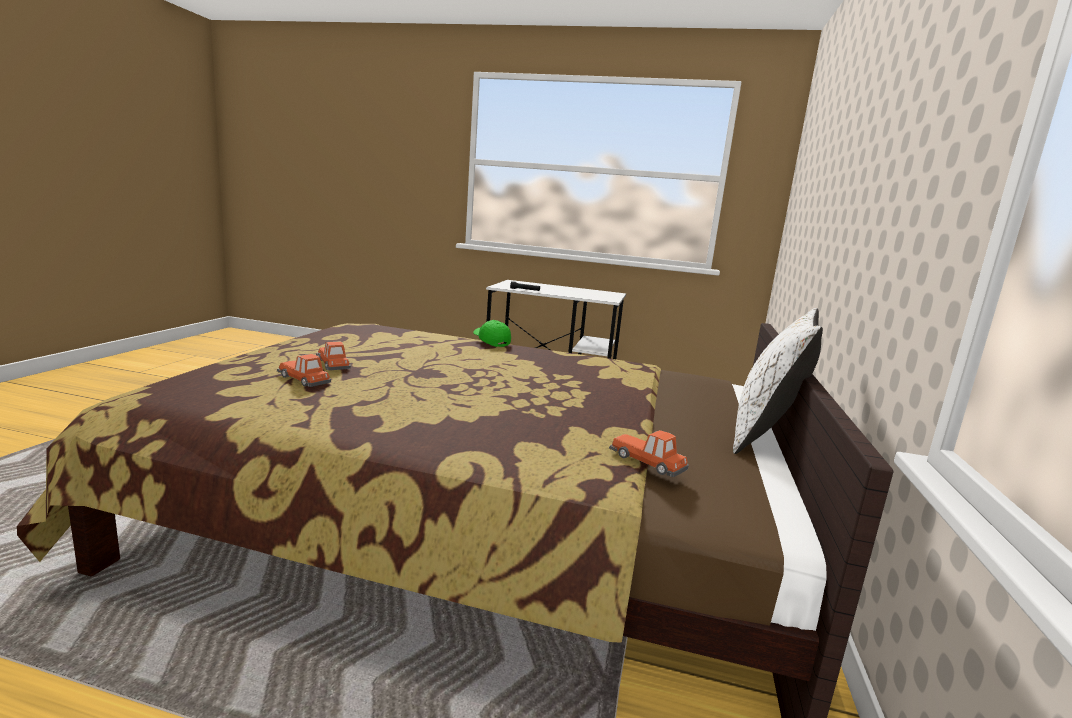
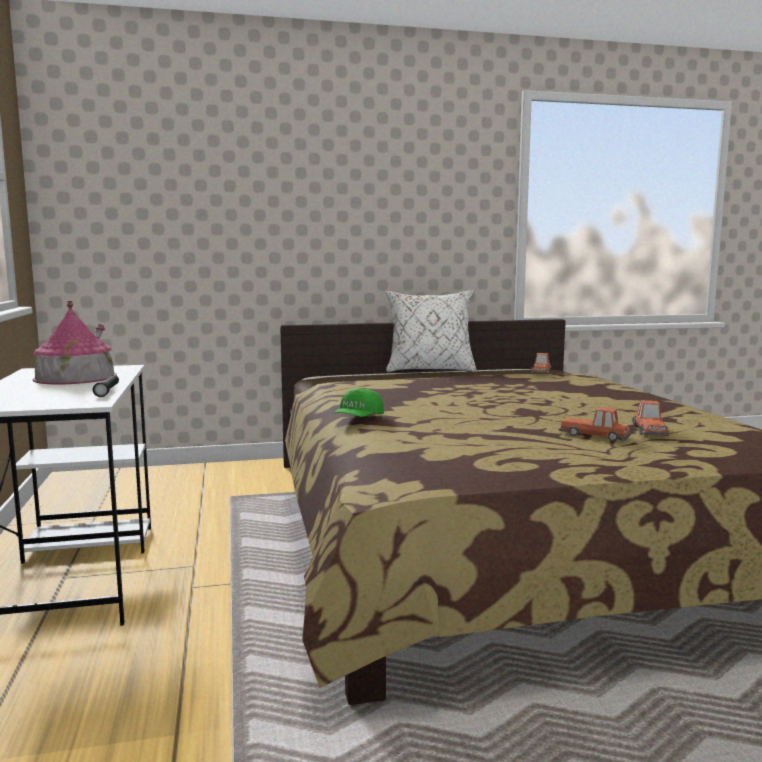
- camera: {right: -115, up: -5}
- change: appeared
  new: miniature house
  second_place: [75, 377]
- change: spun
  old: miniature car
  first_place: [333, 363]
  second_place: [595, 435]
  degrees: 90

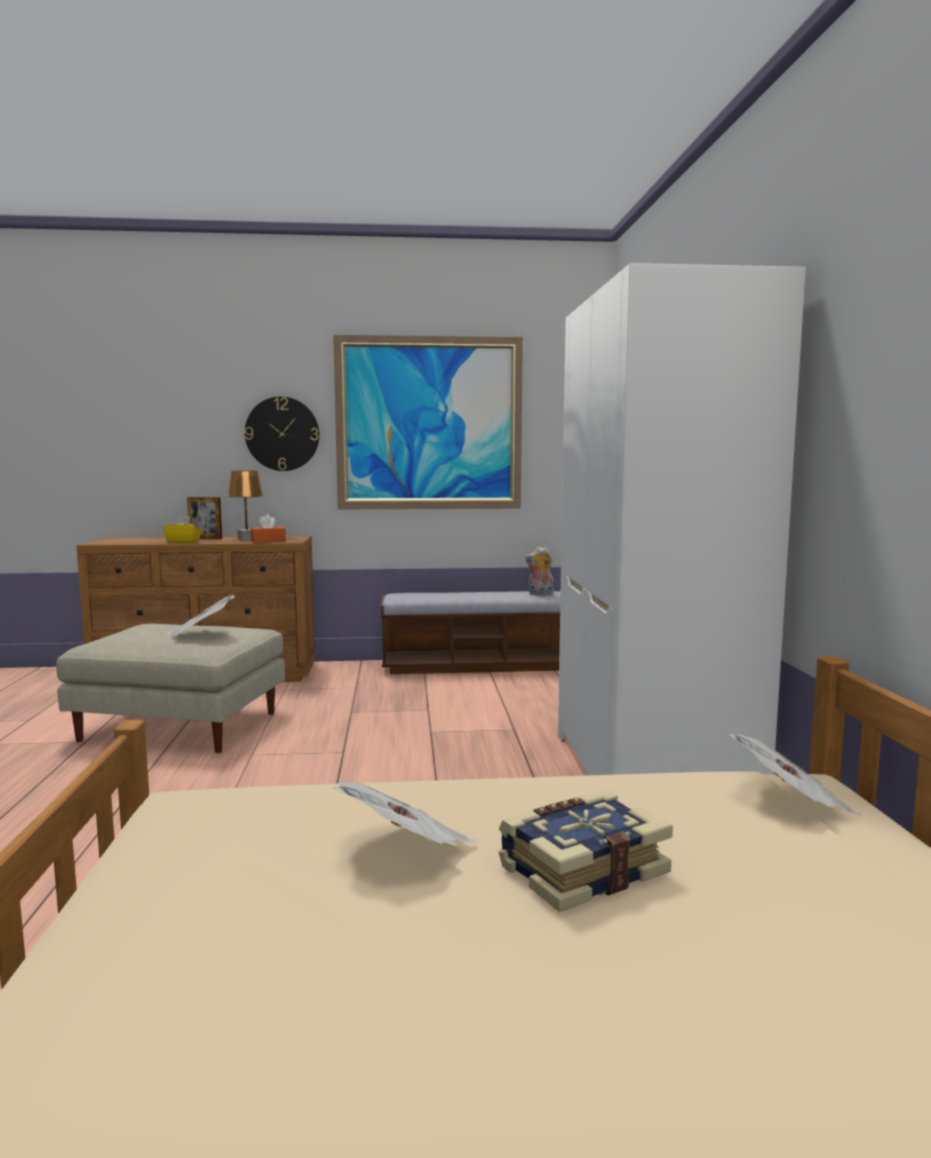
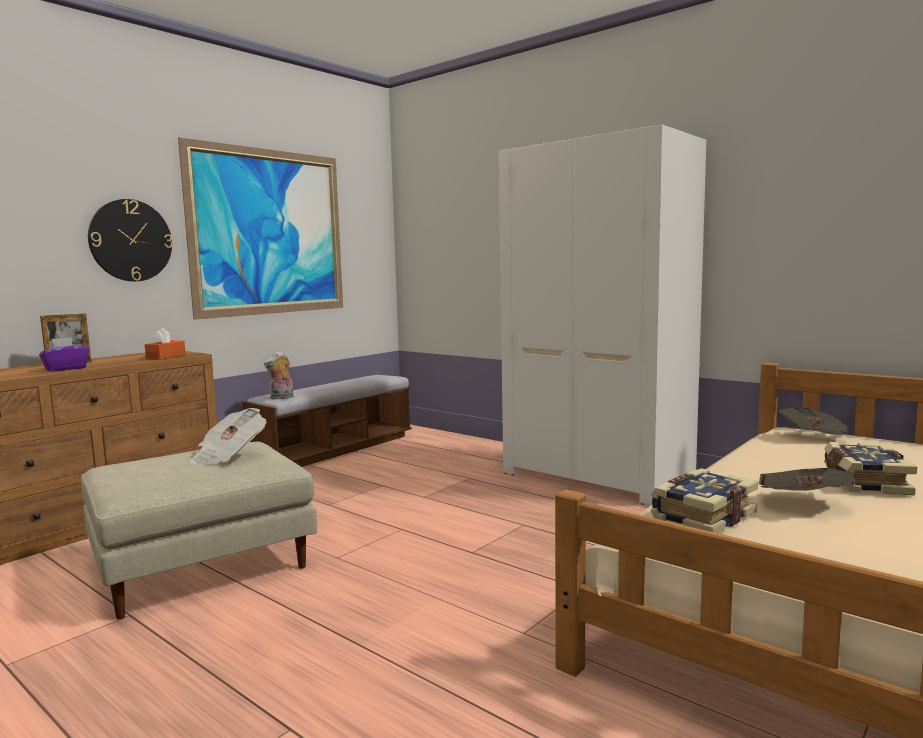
- camera: {right: -45, up: 0}
- change: colour
  old: yellow box of tissues
  new: purple-coloured box of tissues
  first_place: [183, 541]
  second_place: [65, 369]
- change: relocated
  old: plush toy
  first_place: [540, 594]
  second_place: [281, 398]
- change: appeared
  new: bound book
  second_place: [701, 516]
- change: missing
  old: brownish table lamp
  first_place: [246, 538]

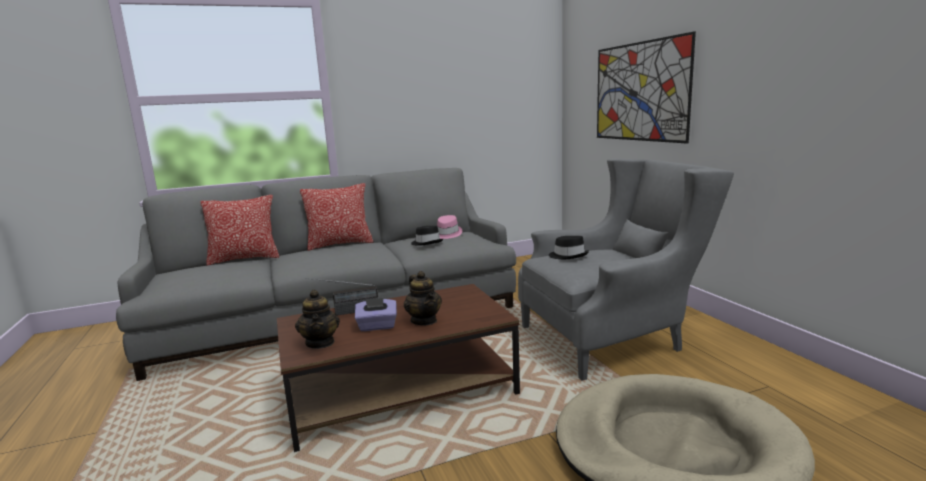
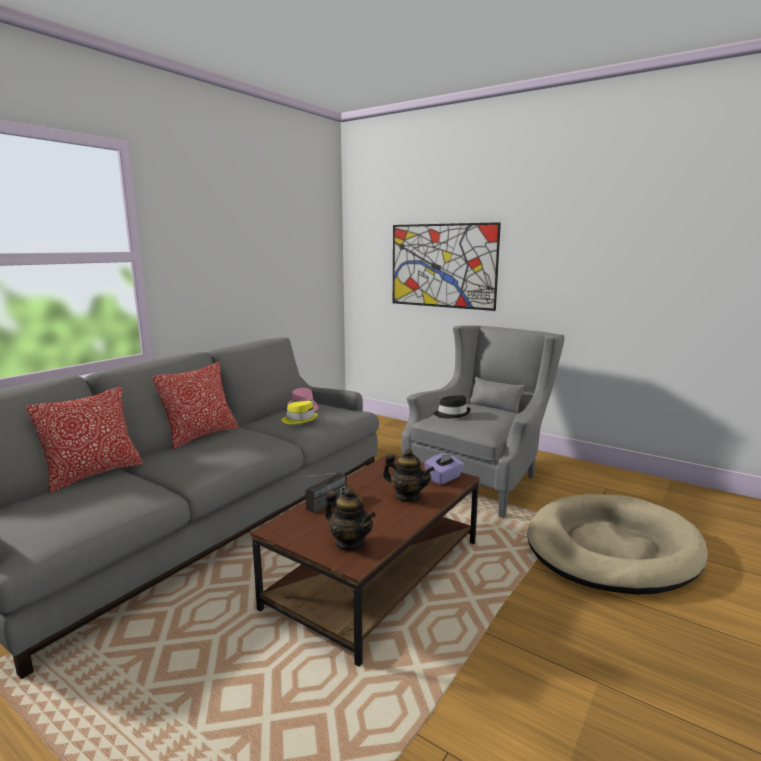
- camera: {right: -35, up: 0}
- change: colour
  old: black-coloured clothing hat
  new: yellow clothing hat
  first_place: [427, 243]
  second_place: [300, 420]
- change: relocated
  old: purple-coloured box of tissues
  first_place: [377, 326]
  second_place: [444, 478]

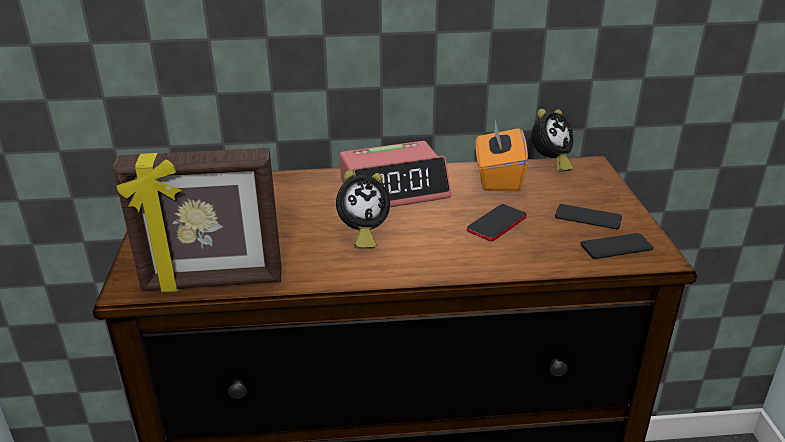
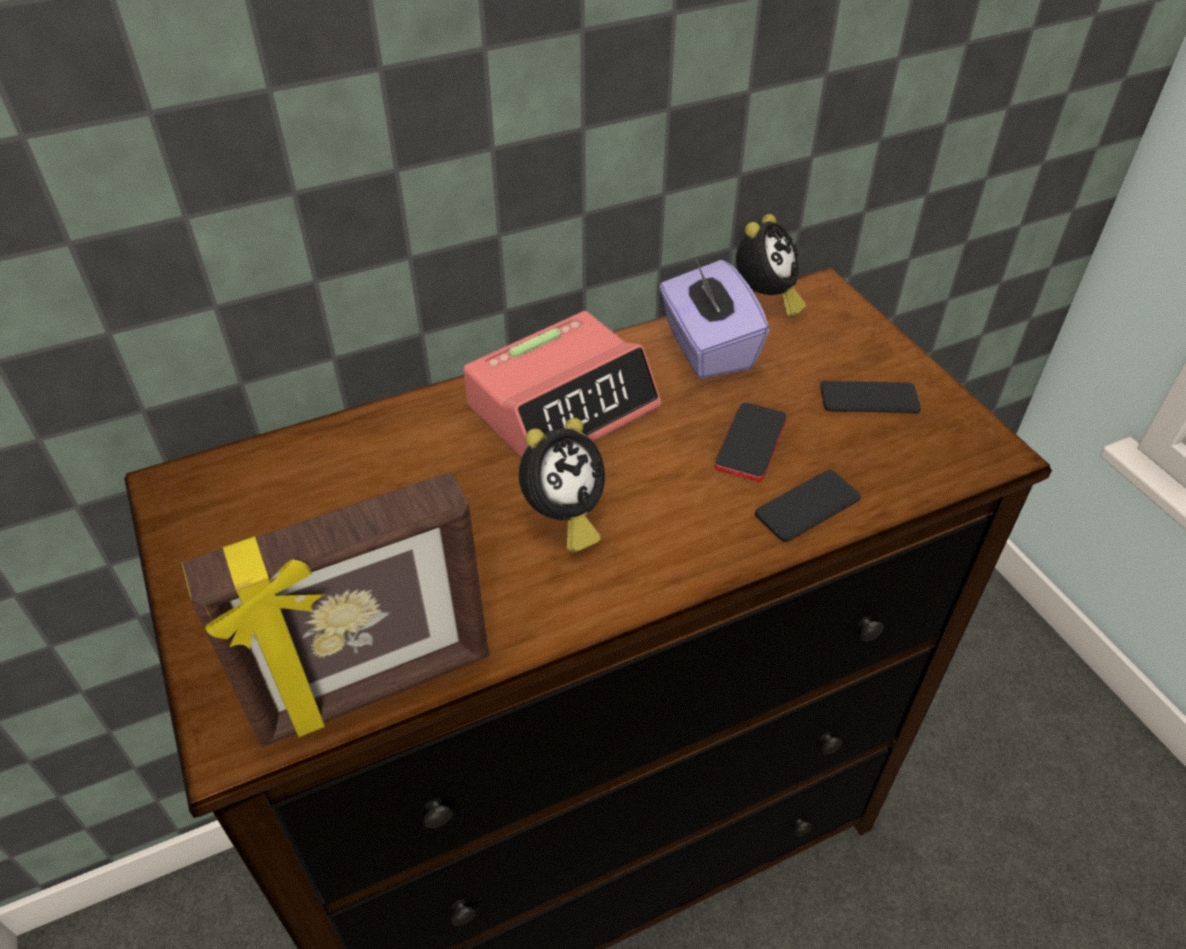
- camera: {right: -20, up: 15}
- change: colour
  old: orange box of tissues
  new: purple-coloured box of tissues
  first_place: [498, 178]
  second_place: [707, 347]
- change: relocated
  old: telephone
  first_place: [616, 247]
  second_place: [807, 506]

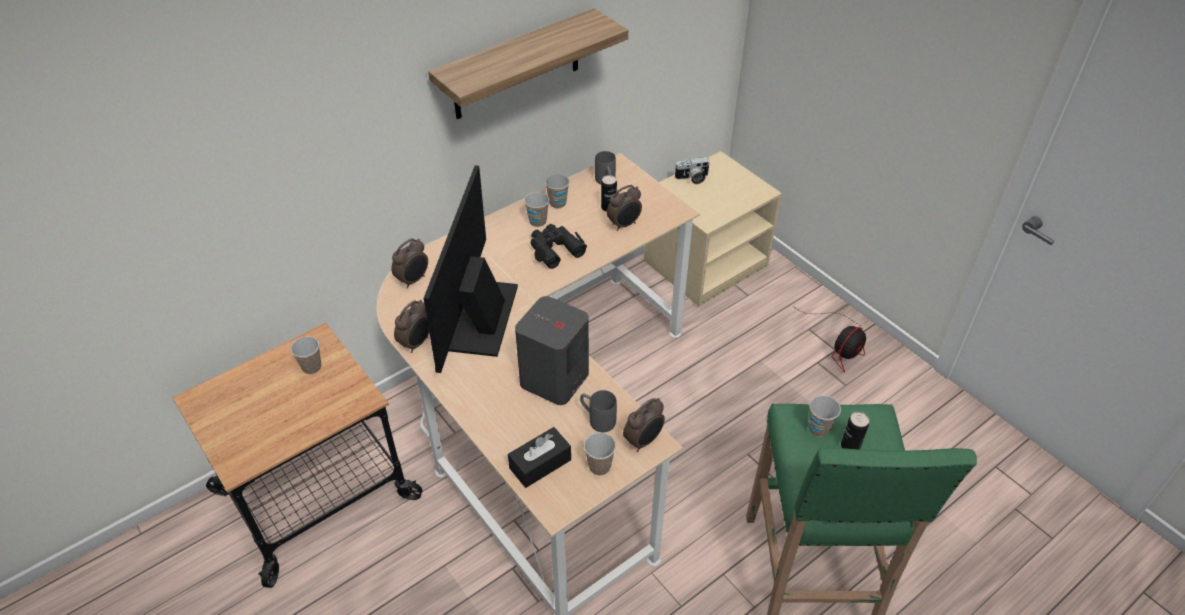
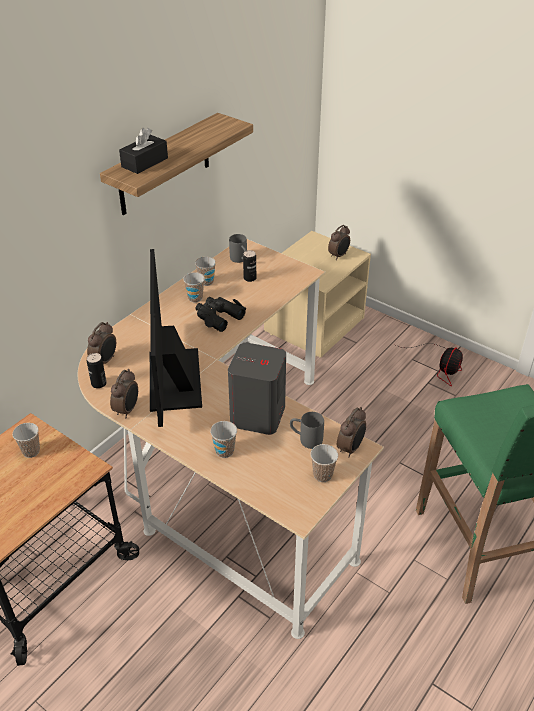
- camera: {right: -15, up: -5}
- change: relocated
  old: sealed can
  first_place: [850, 446]
  second_place: [99, 383]
- change: relocated
  old: black-coloured box of tissues
  first_place: [540, 464]
  second_place: [145, 162]
- change: relocated
  old: drinking cup
  first_place: [818, 428]
  second_place: [224, 451]
- change: relocated
  old: alarm clock
  first_place: [624, 225]
  second_place: [339, 256]
- change: missing
  old: still camera
  first_place: [692, 178]

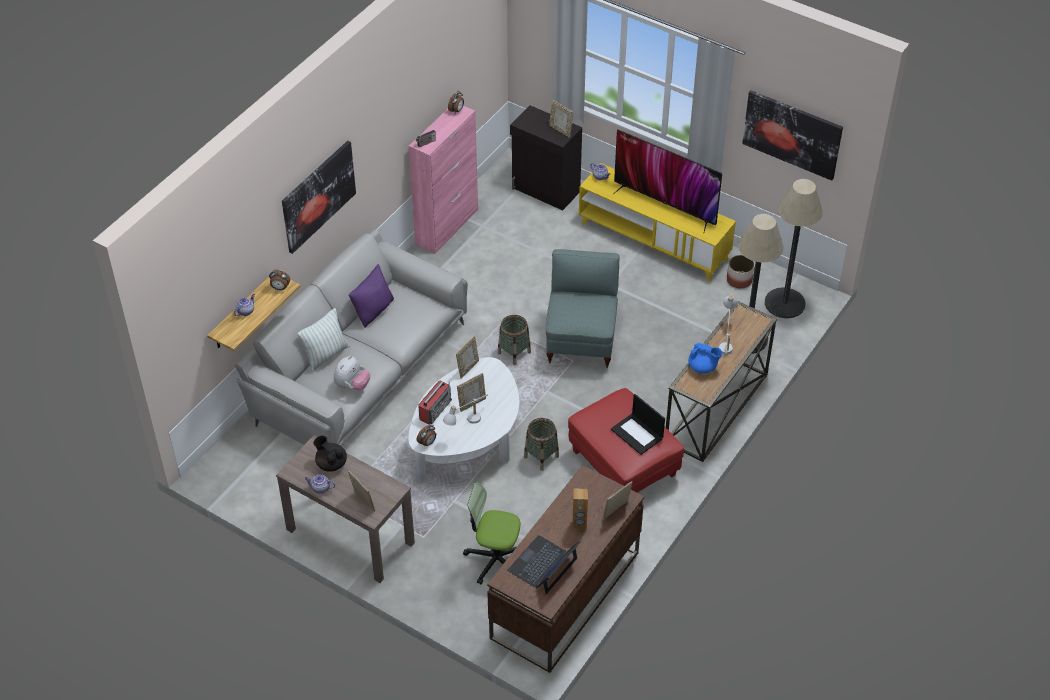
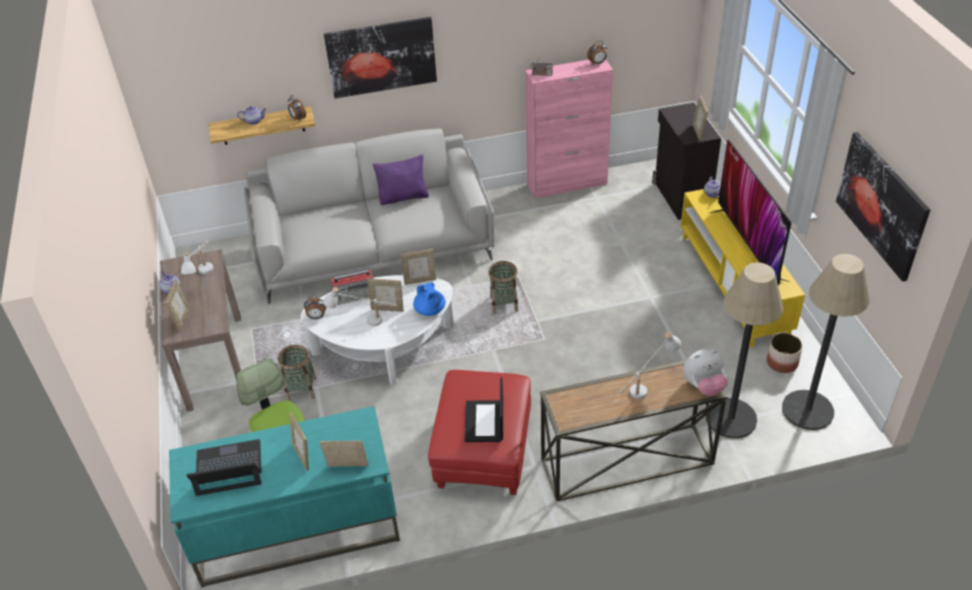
- camera: {right: 45, up: -5}
- change: colour
  old: brownish desk table
  new: blue-green desk table
  first_place: [564, 596]
  second_place: [296, 530]
- change: exchanged
  old: black-coloured pot for tea
  new: white table lamp
  first_place: [331, 463]
  second_place: [203, 276]
- change: relocated
  old: basket
  first_place: [541, 457]
  second_place: [301, 389]
- change: exchanged
  old: brownish audio speaker
  new: picture frame
  first_place: [579, 524]
  second_place: [302, 455]
- change: relocated
  old: blue-coloured pot for tea
  first_place: [703, 367]
  second_place: [430, 311]
- change: relocated
  old: plush toy
  first_place: [352, 385]
  second_place: [703, 386]
- change: missing
  old: throw pillow
  first_place: [326, 355]
- change: missing
  old: grey easy chair
  first_place: [581, 340]

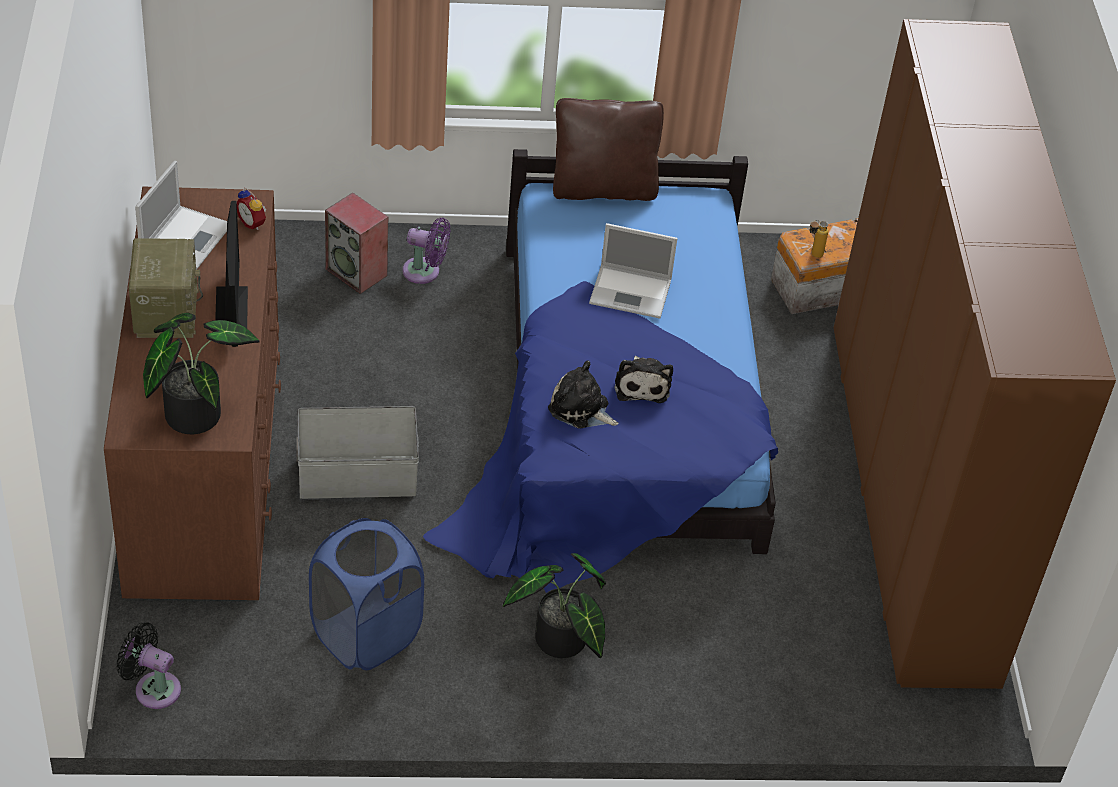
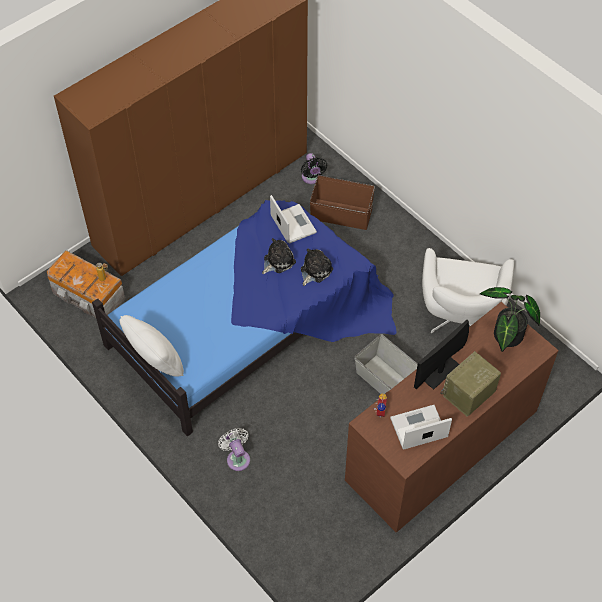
- camera: {right: -125, up: 10}
- change: colour
  old: brownish throw pillow
  new: white throw pillow
  first_place: [603, 188]
  second_place: [155, 362]
- change: colour
  old: purple-coloured electric fan
  new: white electric fan
  first_place: [425, 272]
  second_place: [237, 458]
- change: relocated
  old: portable computer
  first_place: [632, 292]
  second_place: [292, 223]
- change: relocated
  old: black-coloured electric fan
  first_place: [153, 688]
  second_place: [312, 178]
- change: spun
  old: plush toy
  first_place: [581, 409]
  second_place: [315, 270]
  degrees: -135
- change: appeared
  new: brownish storage box
  second_place: [341, 214]
- change: exchanged
  old: blue-coloured laundry basket
  new: white easy chair
  first_place: [366, 635]
  second_place: [459, 318]
- change: missing
  old: audio speaker
  first_place: [357, 272]
- change: missing
  old: houseplant
  first_place: [560, 644]

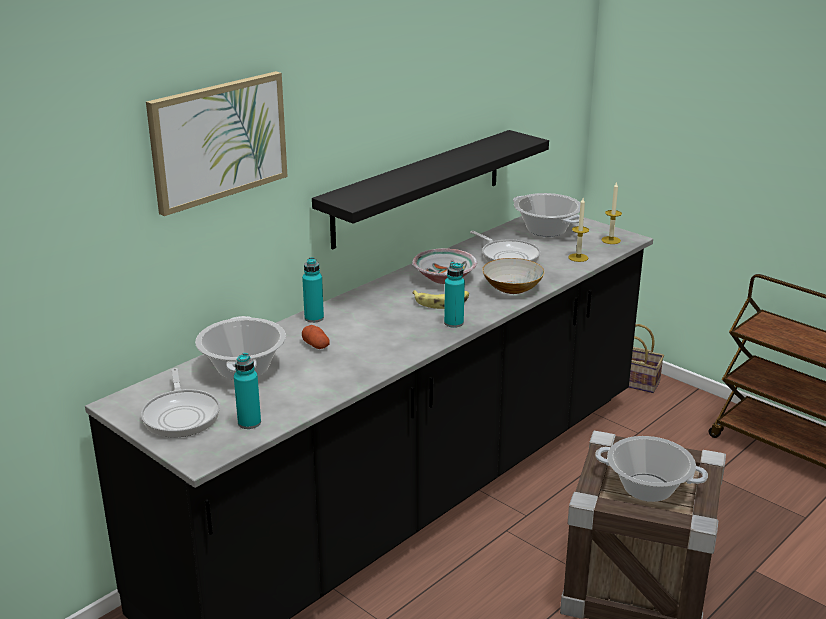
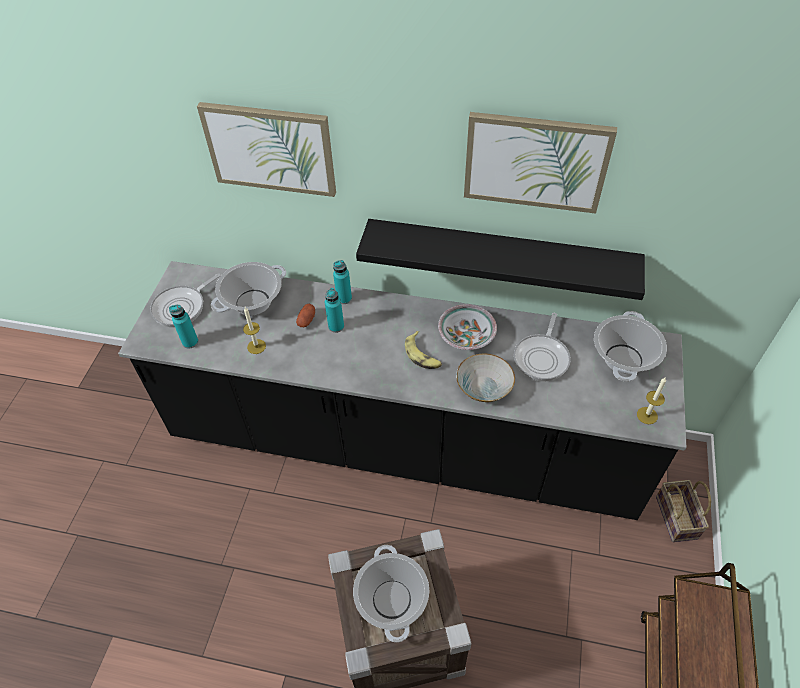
- camera: {right: 60, up: 25}
- change: relocated
  old: candle
  first_place: [578, 257]
  second_place: [256, 346]
- change: relocated
  old: blue-green beverage bottle
  first_place: [453, 323]
  second_place: [336, 326]
- change: appeared
  new: wall art
  second_place: [535, 162]

